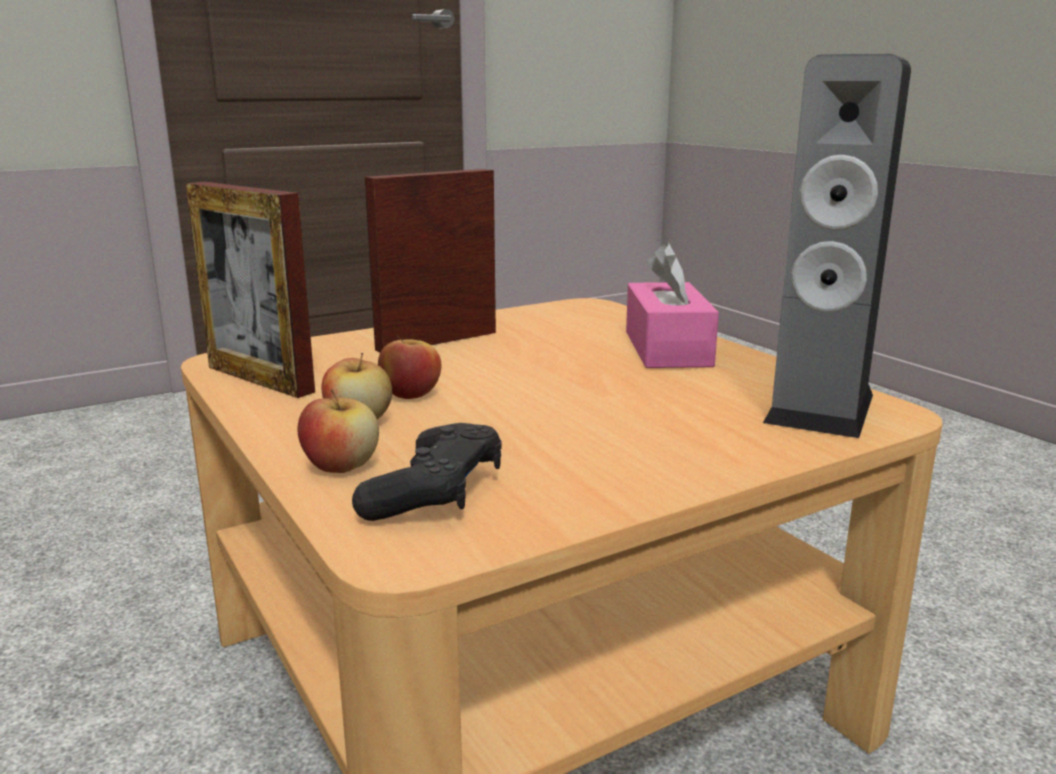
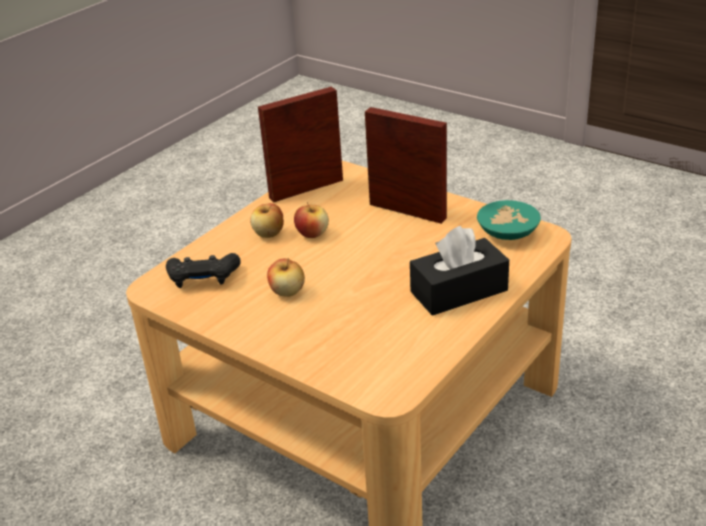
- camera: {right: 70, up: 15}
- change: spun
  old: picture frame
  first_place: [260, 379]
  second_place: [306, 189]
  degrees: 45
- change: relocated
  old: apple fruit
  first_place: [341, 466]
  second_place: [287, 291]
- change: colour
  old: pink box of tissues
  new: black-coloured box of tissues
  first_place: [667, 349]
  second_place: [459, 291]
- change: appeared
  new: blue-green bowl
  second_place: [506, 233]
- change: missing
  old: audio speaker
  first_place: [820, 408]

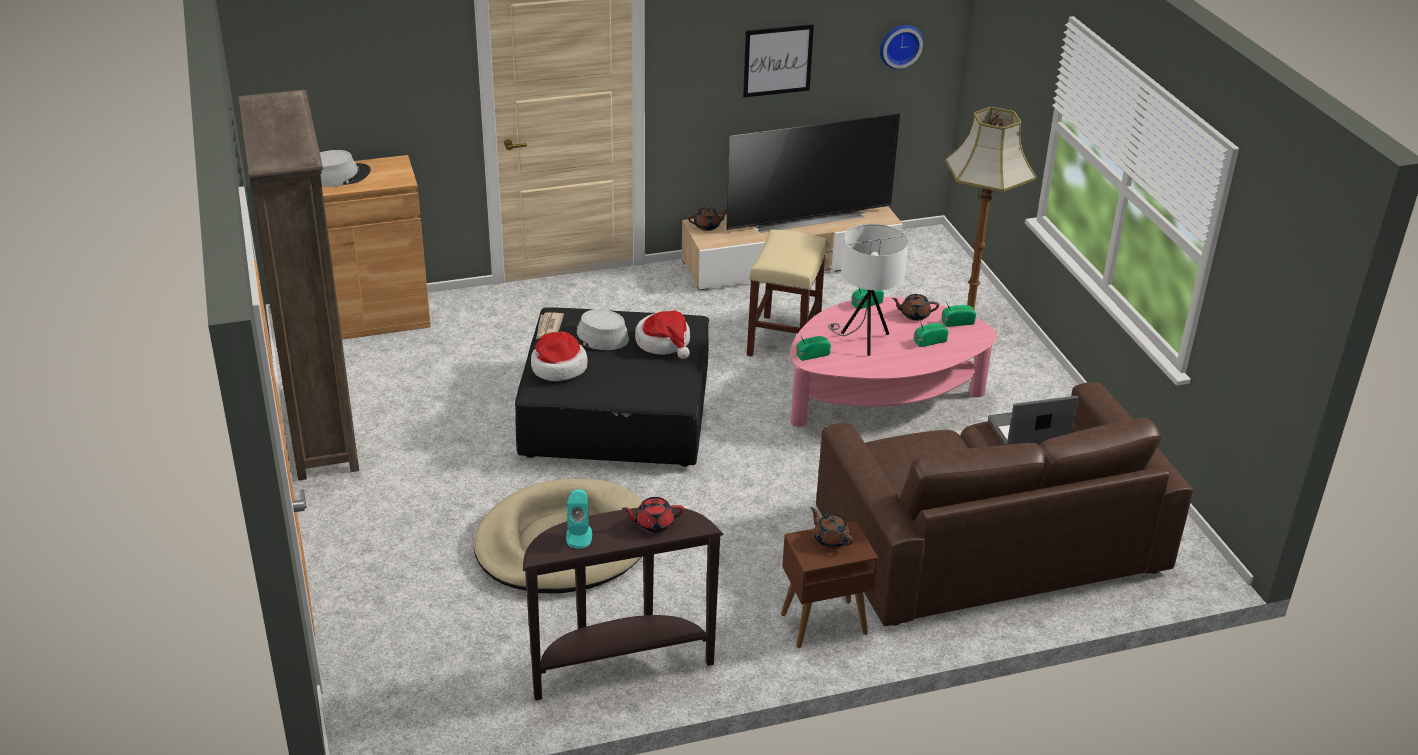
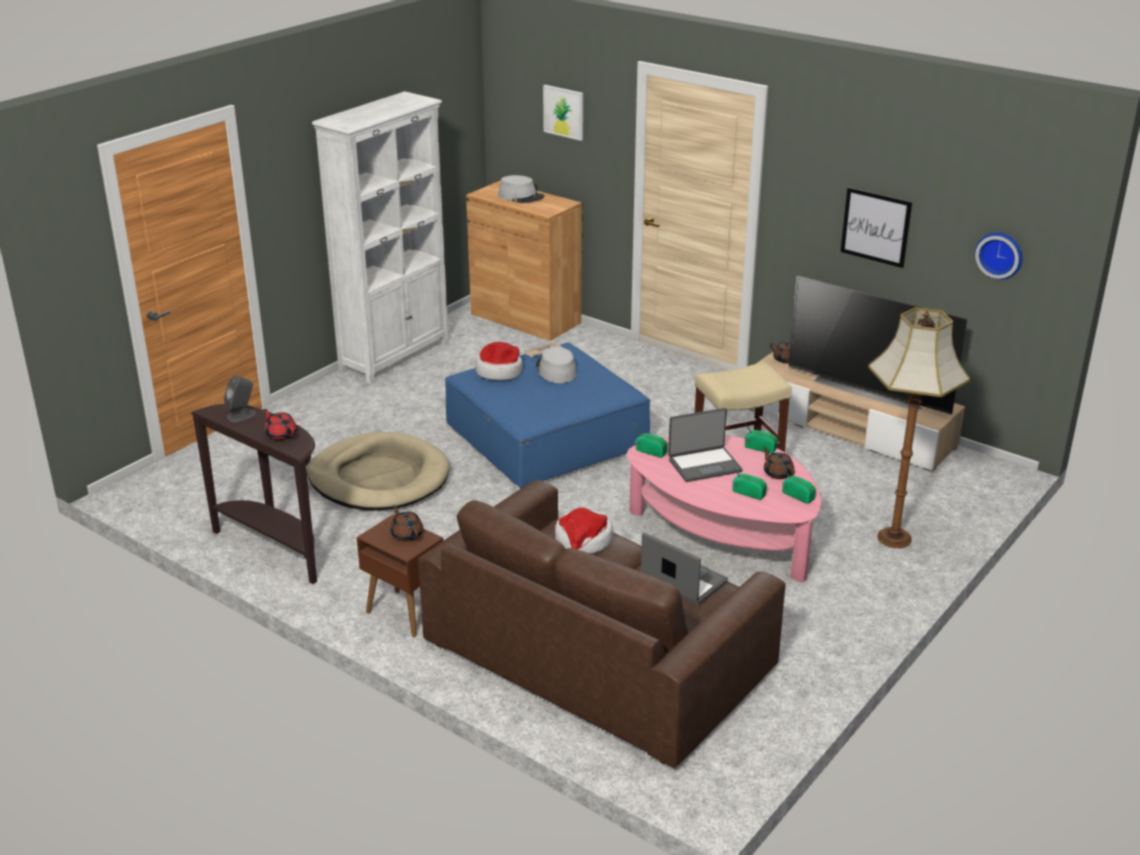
- camera: {right: 55, up: -5}
- change: colour
  old: blue-green audio speaker
  new: grey audio speaker
  first_place: [579, 535]
  second_place: [242, 415]
- change: colour
  old: brownish bookshelf
  new: white bookshelf
  first_place: [321, 430]
  second_place: [395, 356]
- change: spun
  old: brownish pot for tea
  first_place: [830, 539]
  second_place: [407, 534]
  degrees: -45
- change: colour
  old: black-coloured pouffe
  new: blue-coloured pouffe
  first_place: [616, 413]
  second_place: [546, 438]
- change: appeared
  new: wall art
  second_place: [564, 112]
- change: relocated
  old: clothing hat
  first_place: [664, 343]
  second_place: [583, 541]
- change: exchanged
  old: white table lamp
  new: portable computer
  first_place: [863, 340]
  second_place: [704, 465]

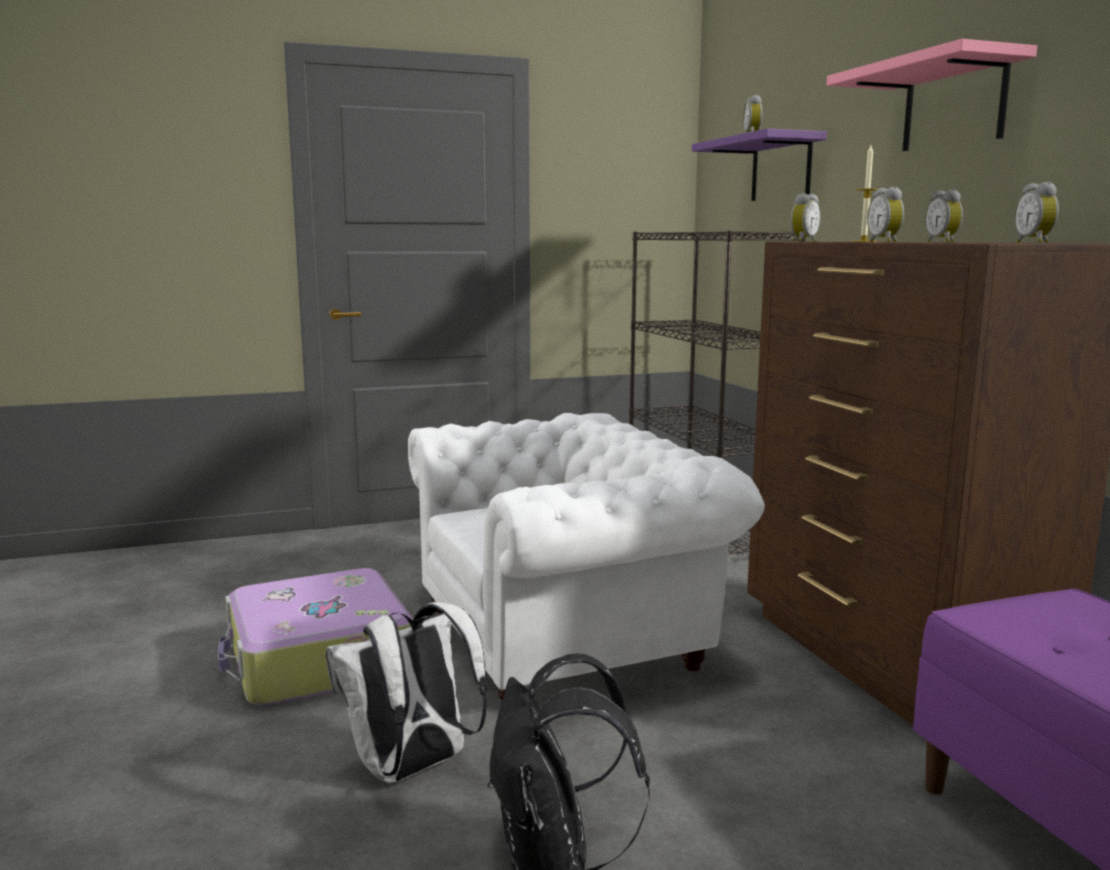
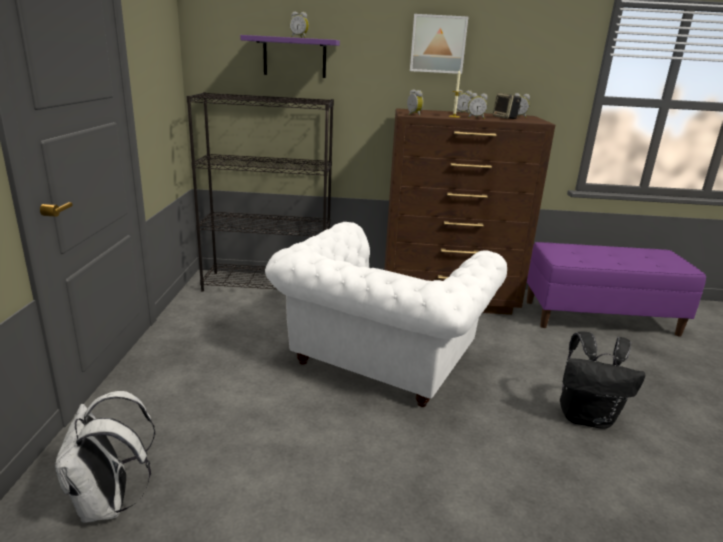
- camera: {right: -70, up: 10}
- change: relocated
  old: white backpack
  first_place: [411, 769]
  second_place: [109, 504]
- change: spun
  old: white easy chair
  first_place: [570, 635]
  second_place: [380, 360]
  degrees: -150
- change: exchanged
  old: pink bracket shelf
  new: wall art
  first_place: [954, 105]
  second_place: [438, 44]
- change: appeared
  new: audio speaker
  second_place: [505, 118]
- change: missing
  old: travel case
  first_place: [318, 660]

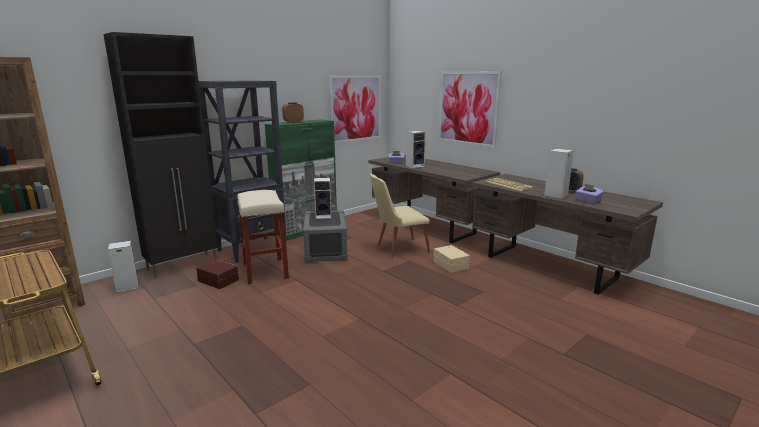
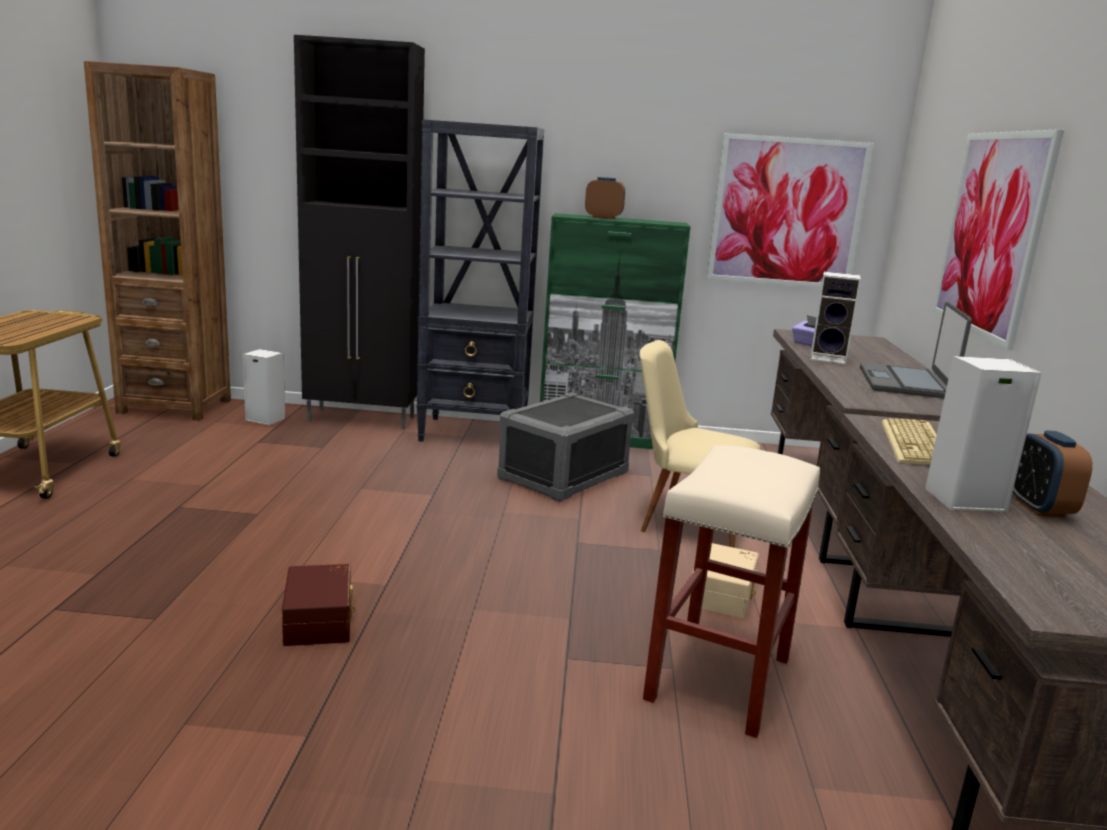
- camera: {right: 45, up: 0}
- change: relocated
  old: brownish storage box
  first_place: [219, 280]
  second_place: [321, 620]
- change: relocated
  old: beige stool seat
  first_place: [265, 270]
  second_place: [718, 677]
- change: appeared
  new: portable computer
  second_place: [905, 383]
- change: missing
  old: audio speaker
  first_place: [324, 216]
- change: missing
  old: purple-coloured box of tissues
  first_place: [587, 201]

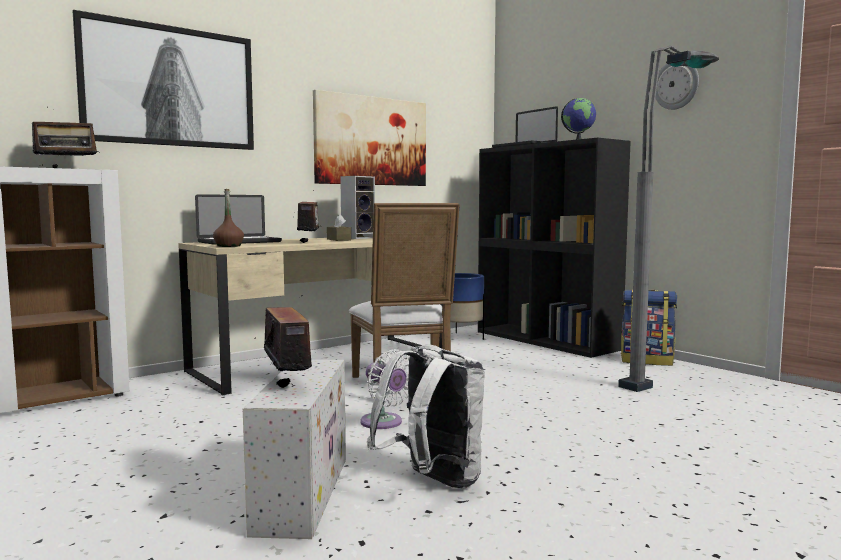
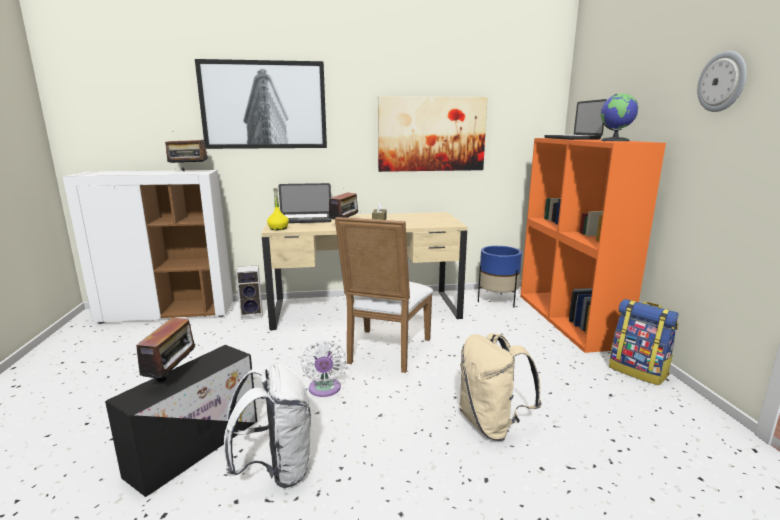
- camera: {right: 30, up: 10}
- change: colour
  old: white storage box
  new: black-coloured storage box
  first_place: [303, 491]
  second_place: [197, 446]
- change: relocated
  old: audio speaker
  first_place: [358, 238]
  second_place: [253, 314]
- change: colour
  old: brownish beverage bottle
  new: yellow beverage bottle
  first_place: [228, 246]
  second_place: [278, 228]
- change: appeared
  new: beige backpack
  second_place: [492, 424]
- change: colour
  old: black-coloured bookshelf
  new: orange bookshelf
  first_place: [546, 340]
  second_place: [569, 319]
- change: missing
  old: grey floor lamp
  first_place: [666, 379]

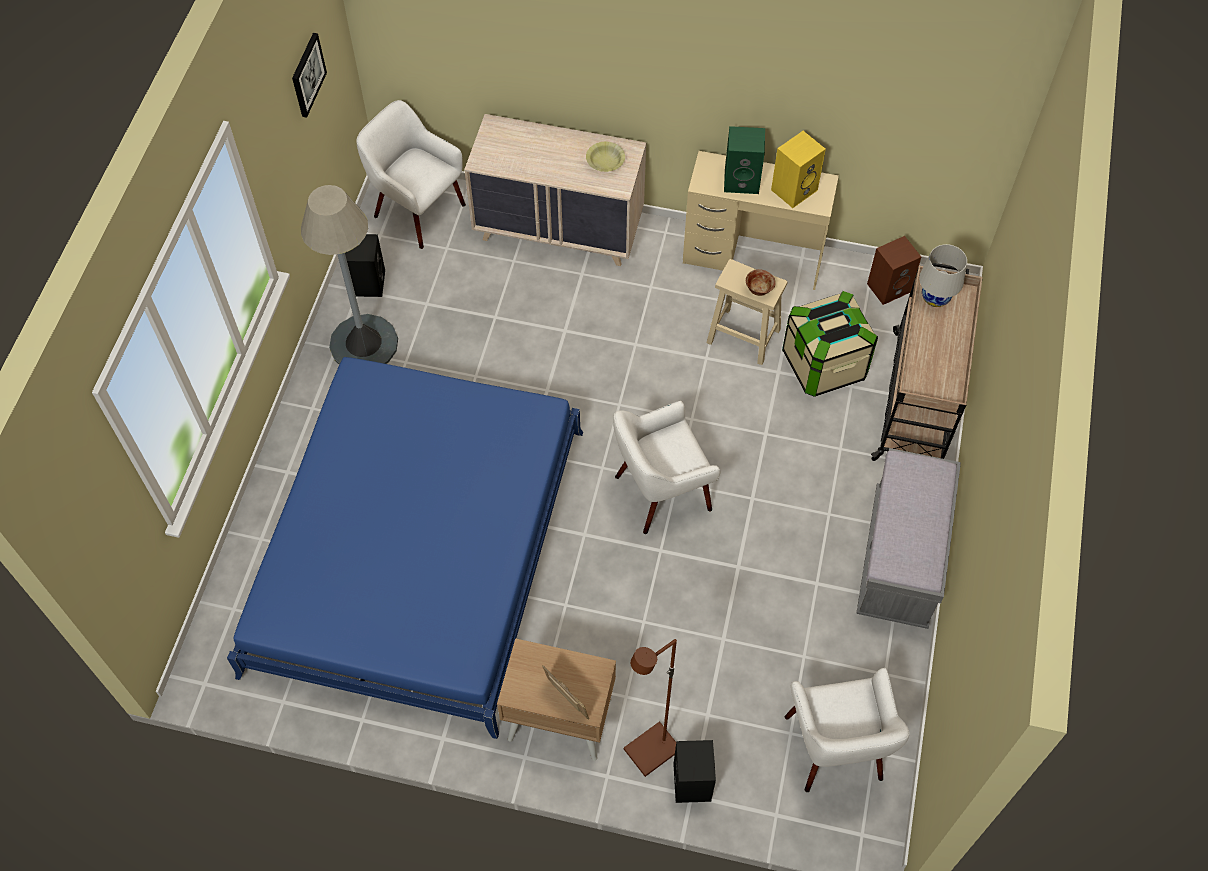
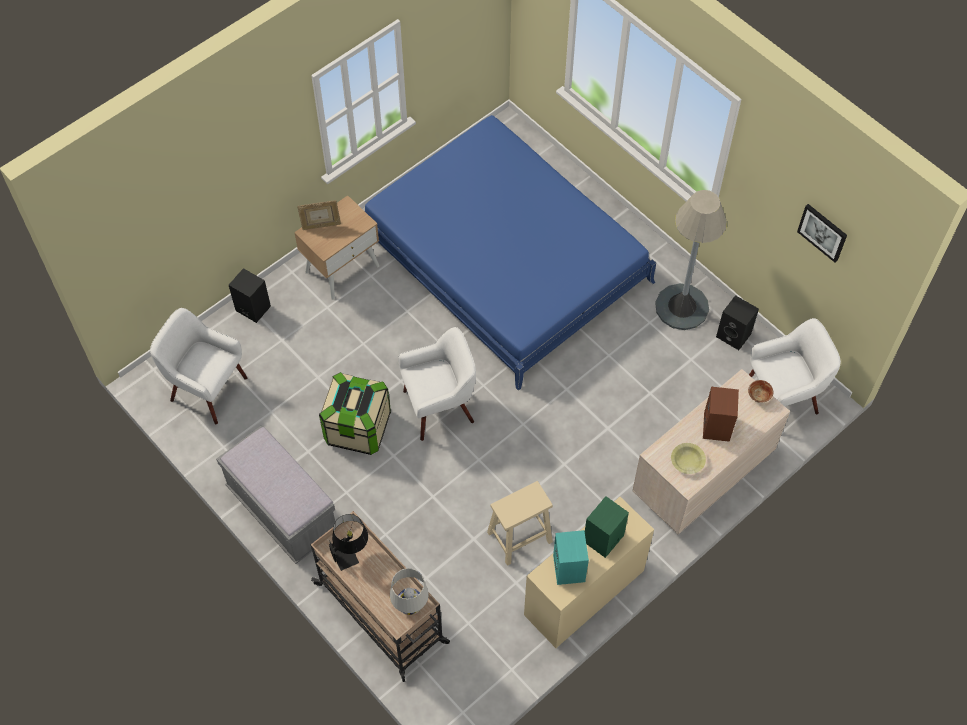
- camera: {right: 125, up: 0}
- change: relocated
  old: storage box
  first_place: [824, 364]
  second_place: [358, 428]
- change: appeared
  new: black-coloured table lamp
  second_place: [350, 550]
- change: spun
  old: white easy chair
  first_place: [661, 492]
  second_place: [439, 407]
  degrees: 60
- change: colour
  old: yellow audio speaker
  new: blue-green audio speaker
  first_place: [794, 189]
  second_place: [570, 569]
- change: relocated
  old: brownish audio speaker
  first_place: [889, 287]
  second_place: [717, 427]
- change: relocated
  old: bowl
  first_place: [758, 289]
  second_place: [759, 396]
- change: missing
  old: brownish floor lamp
  first_place: [652, 751]

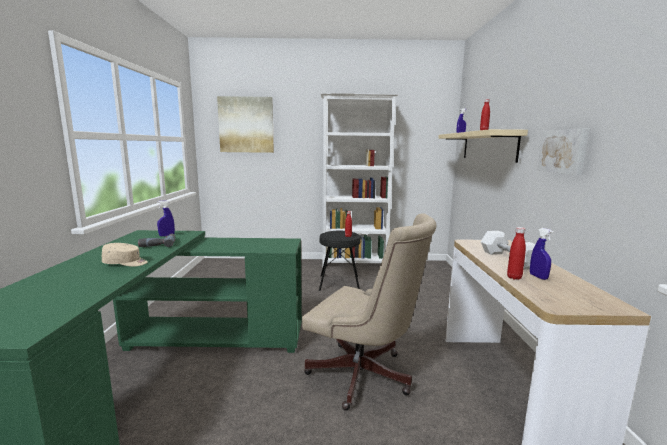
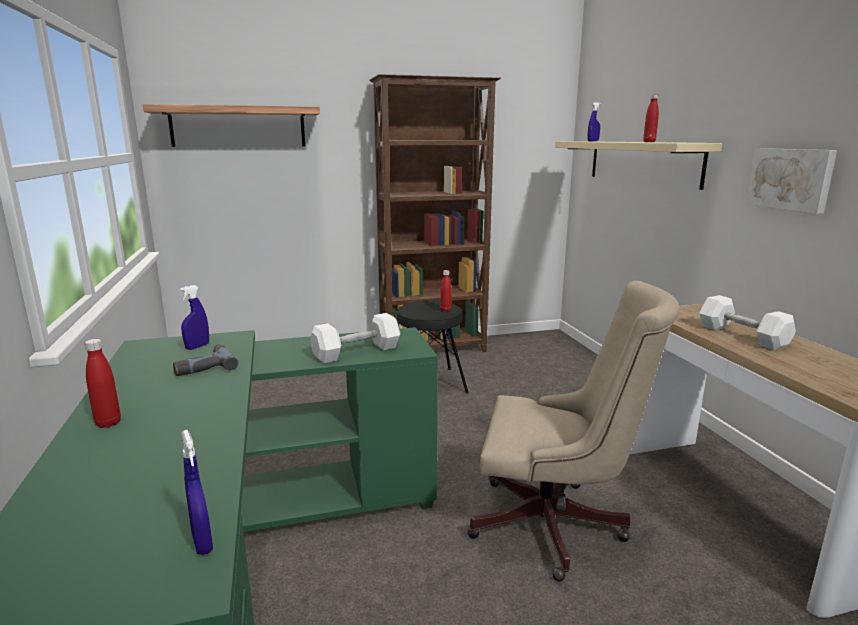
- camera: {right: -15, up: 5}
- change: relocated
  old: red-coloured beverage bottle
  first_place: [514, 277]
  second_place: [108, 423]
- change: exchanged
  old: wall art
  new: bracket shelf
  first_place: [246, 125]
  second_place: [238, 127]
- change: relocated
  old: blue-coloured spray bottle
  first_place: [538, 277]
  second_place: [202, 542]
- change: appeared
  new: white hand weight
  second_place: [356, 352]
- change: colour
  old: white bookshelf
  new: brownish bookshelf
  first_place: [355, 264]
  second_place: [434, 349]
- change: missing
  old: beige cap
  first_place: [125, 263]

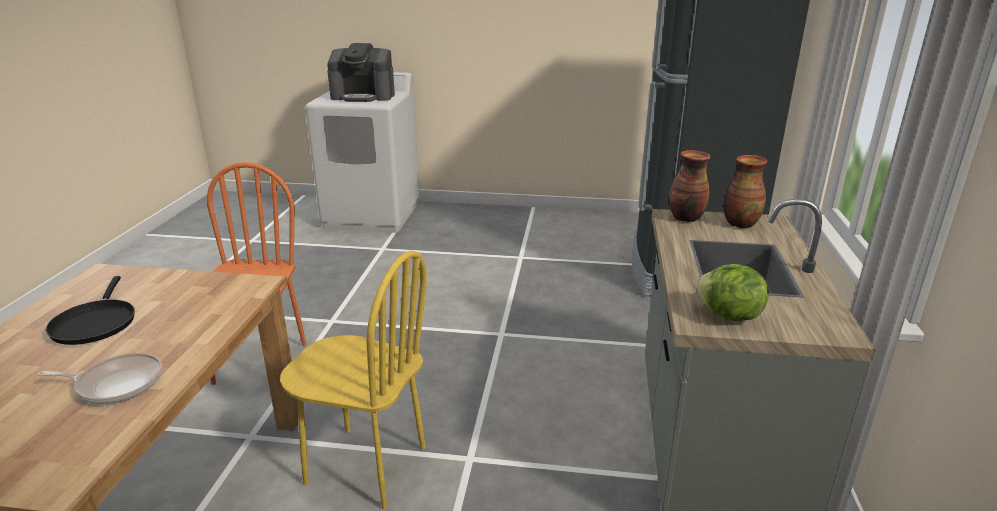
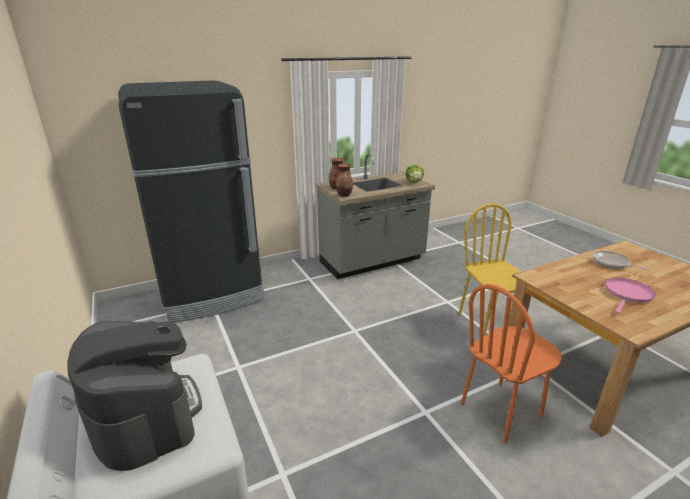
- camera: {right: -125, up: 0}
- change: colour
  old: black-coloured frying pan
  new: pink frying pan
  first_place: [95, 323]
  second_place: [627, 294]

